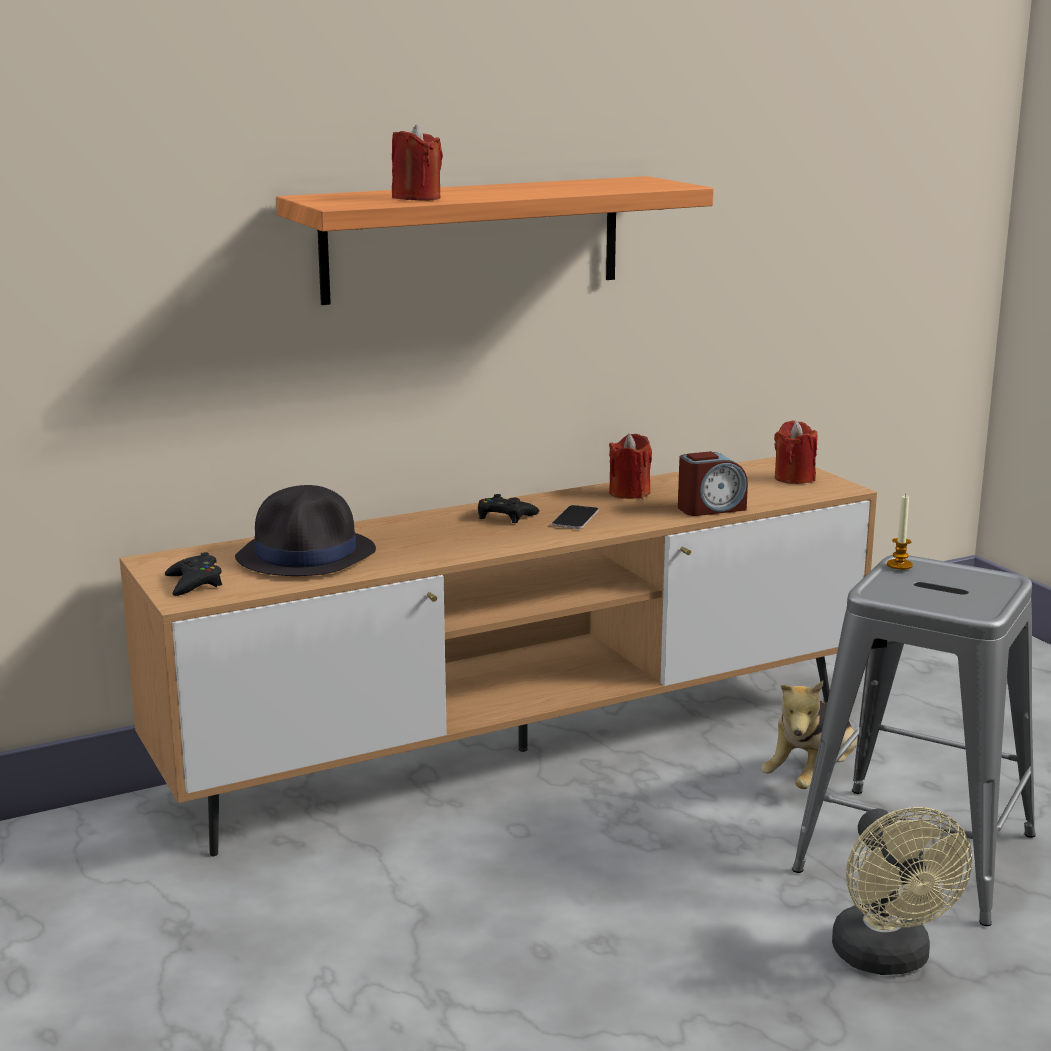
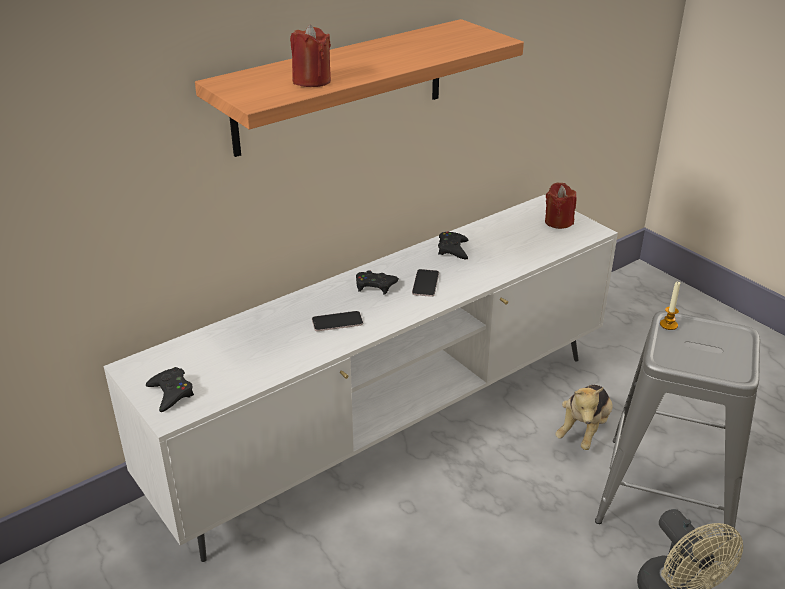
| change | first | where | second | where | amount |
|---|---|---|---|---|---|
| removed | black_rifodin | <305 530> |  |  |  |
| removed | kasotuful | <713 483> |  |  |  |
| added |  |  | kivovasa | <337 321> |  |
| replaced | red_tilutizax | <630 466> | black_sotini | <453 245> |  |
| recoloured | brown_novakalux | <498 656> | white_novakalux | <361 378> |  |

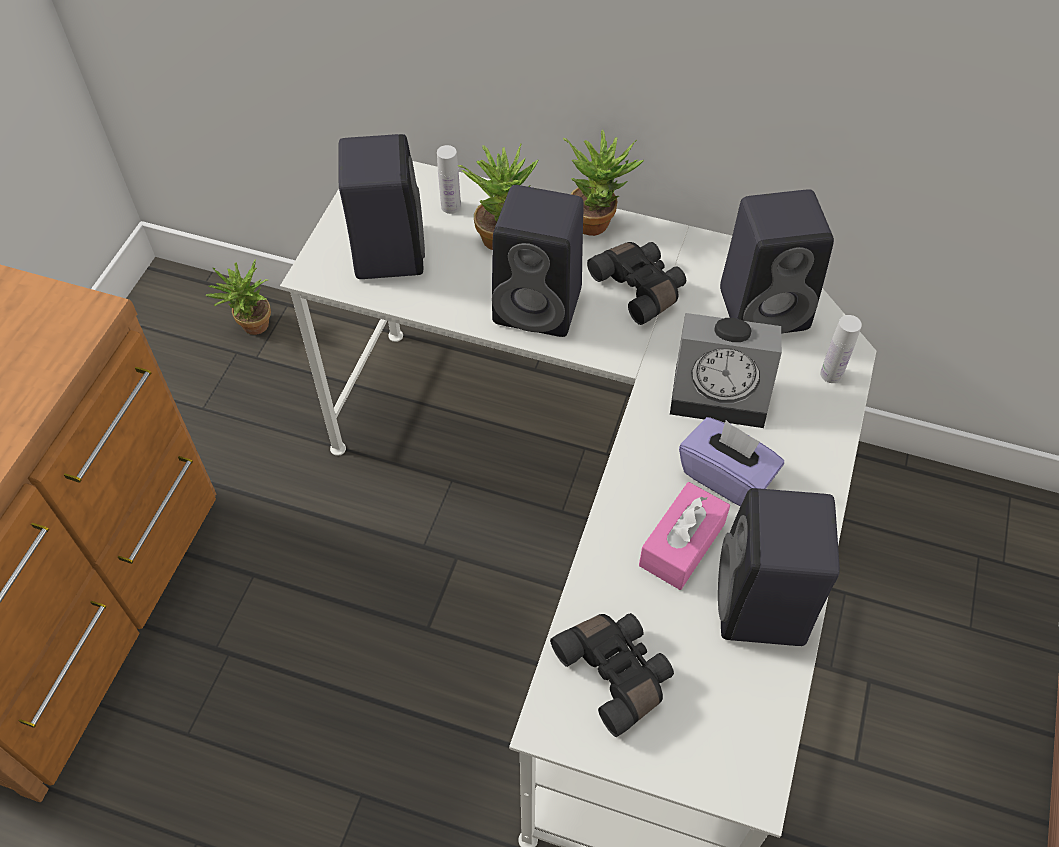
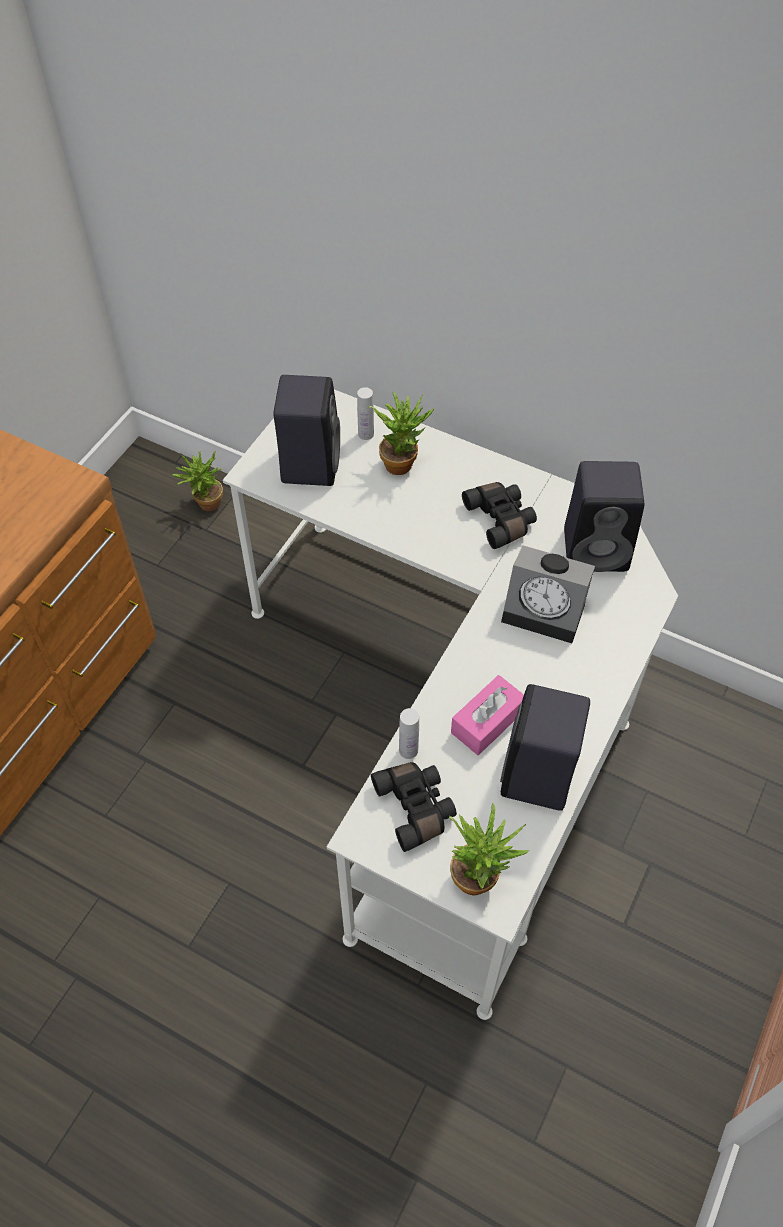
| change | first | where | second | where | amount |
|---|---|---|---|---|---|
| removed | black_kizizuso | <538 261> |  |  |  |
| removed | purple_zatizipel | <731 462> |  |  |  |
| moved | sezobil | <603 183> |  | <489 849> |  |
| moved | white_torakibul | <841 349> |  | <409 733> |  |

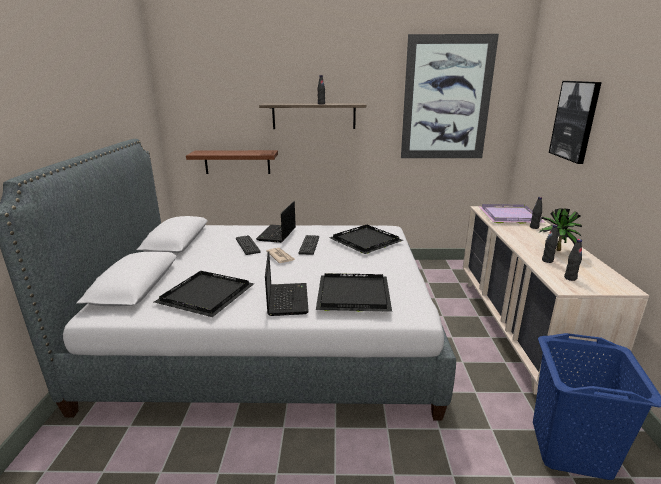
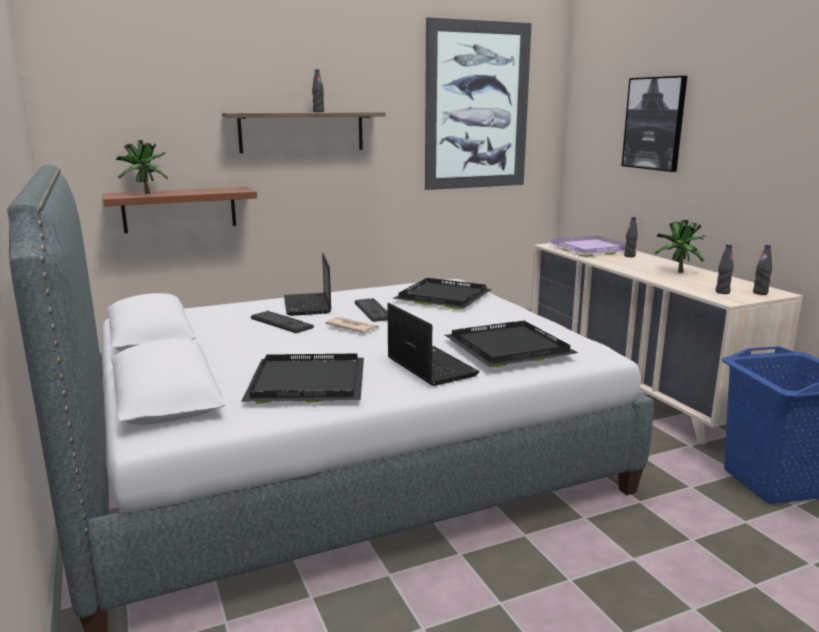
| change | first | where | second | where | amount |
|---|---|---|---|---|---|
| added |  |  | sezobil | <142 167> |  |
| moved | black_torakibul | <550 243> |  | <762 270> |  |

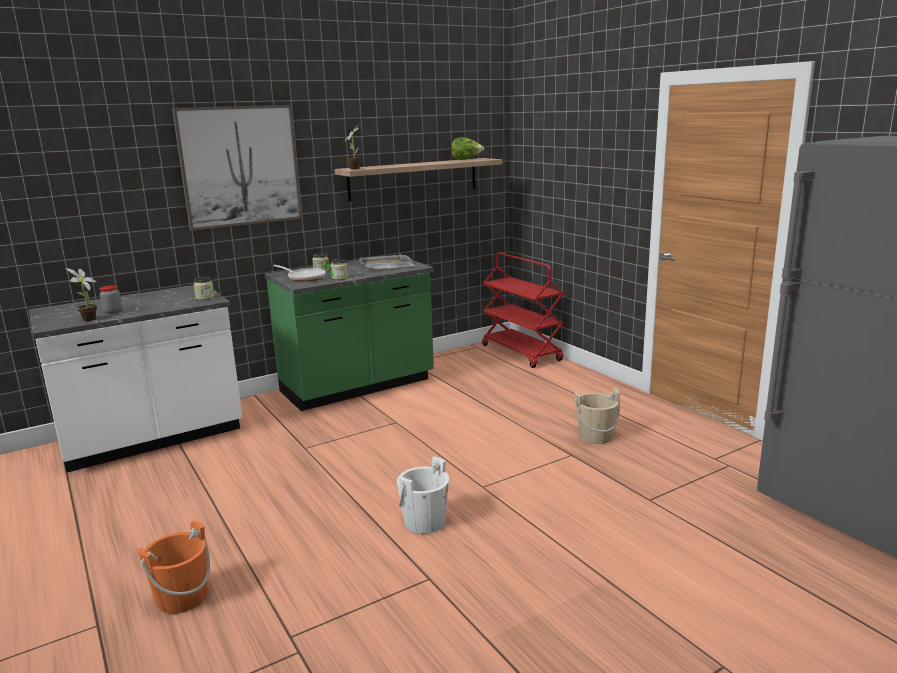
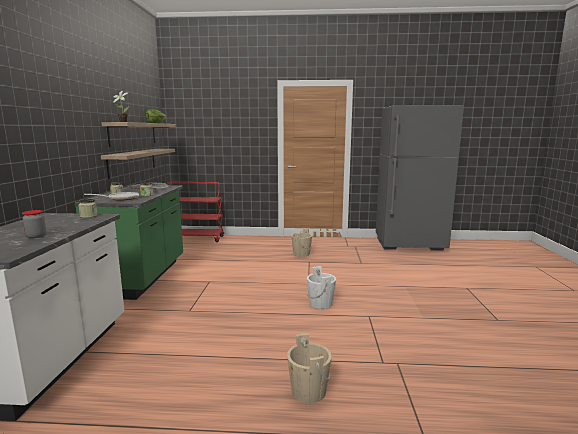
| change | first | where | second | where | amount |
|---|---|---|---|---|---|
| removed | sezobil | <81 294> |  |  |  |
| removed | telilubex | <237 168> |  |  |  |
| added |  |  | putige | <138 164> |  |
| recoloured | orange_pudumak | <173 567> | beige_pudumak | <309 368> |  |

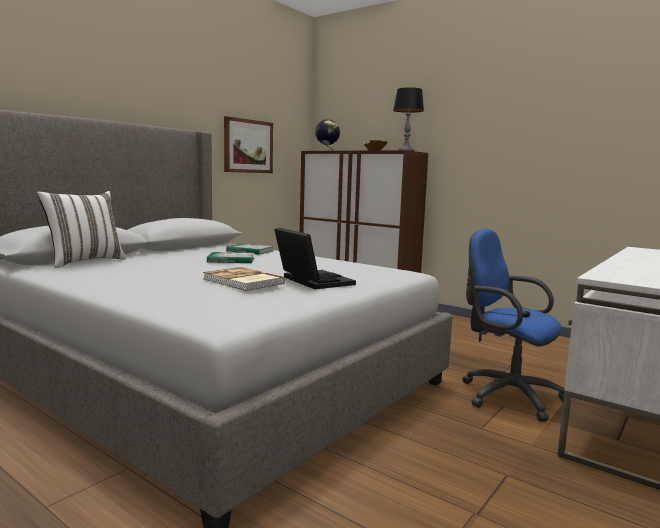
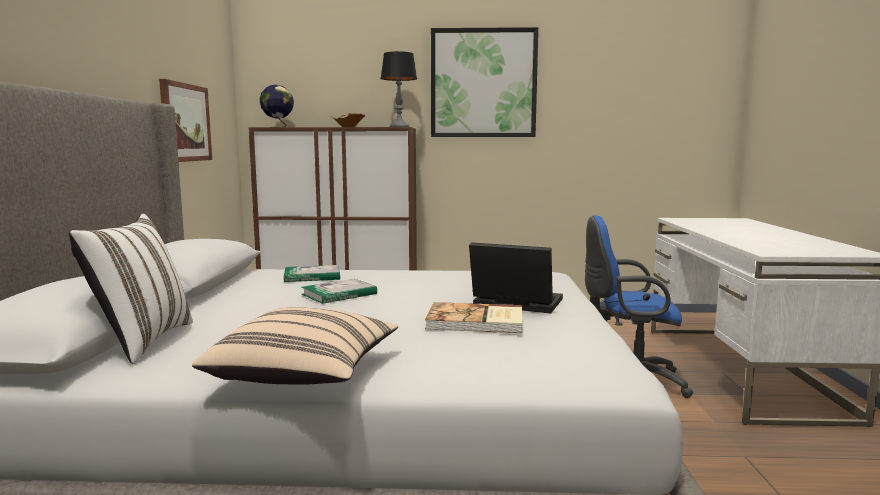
| change | first | where | second | where | amount |
|---|---|---|---|---|---|
| added |  |  | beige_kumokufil | <295 346> |  |
| added |  |  | telilubex | <484 82> |  |

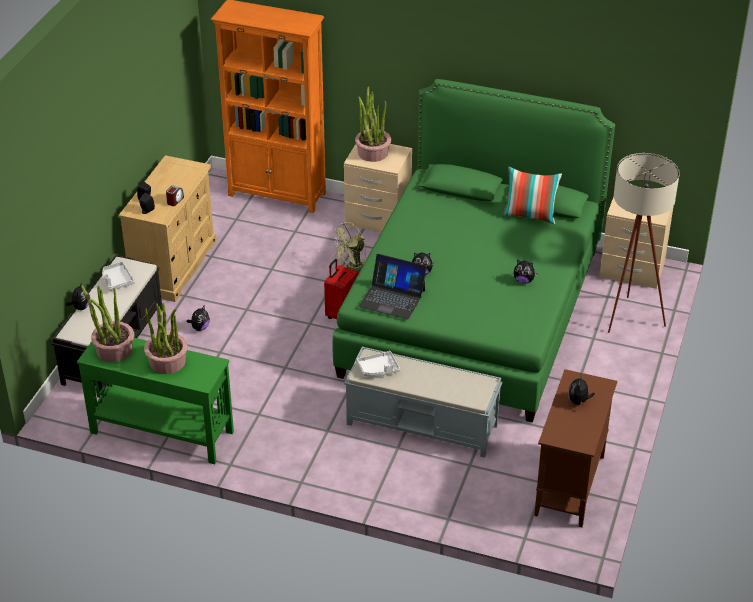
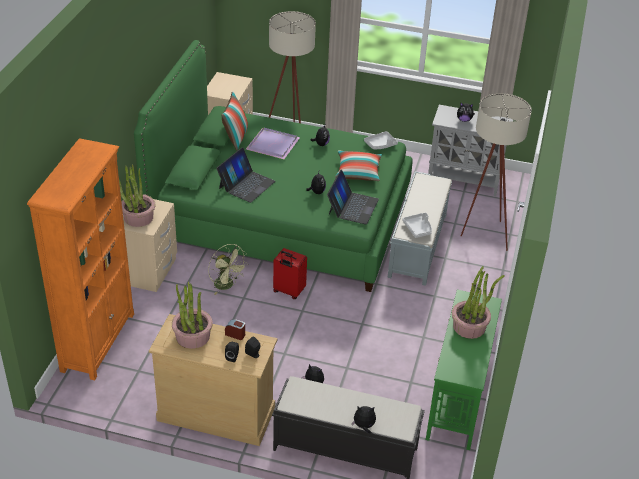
| change | first | where | second | where | amount |
|---|---|---|---|---|---|
| added |  |  | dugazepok | <245 175> |  |
| added |  |  | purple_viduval | <273 143> |  |
| added |  |  | kumokufil | <358 165> |  |
| added |  |  | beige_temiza | <496 172> |  |
| moved | sezobil | <107 323> |  | <192 315> |  |
| moved | grey_viduval | <118 276> |  | <381 140> |  |
| recoloured | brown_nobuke | <575 448> | grey_nobuke | <470 151> |  |

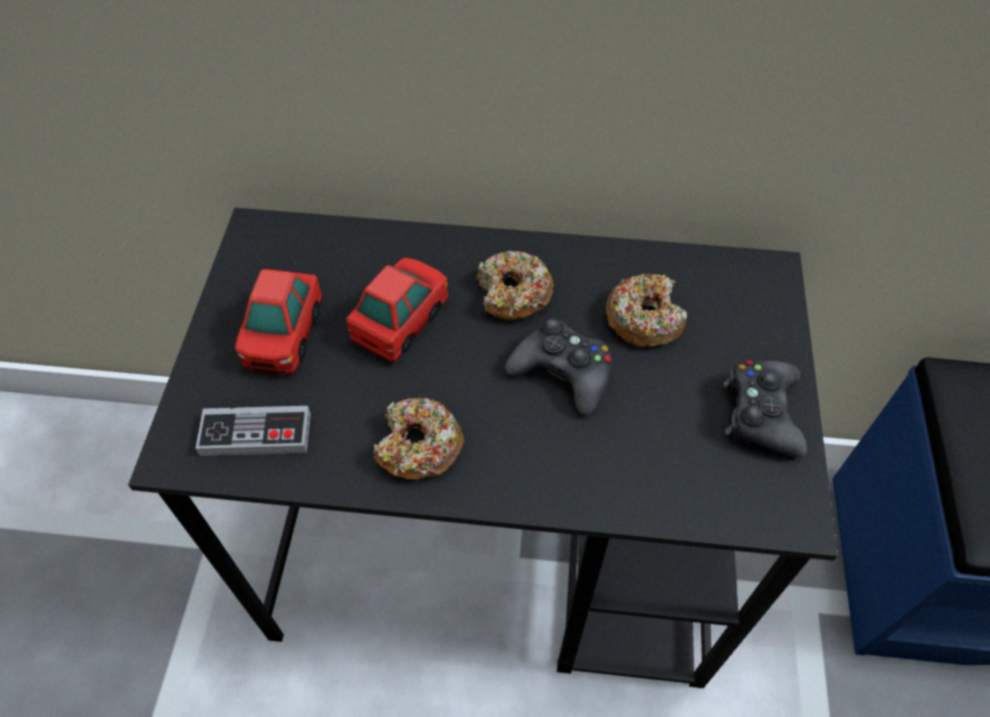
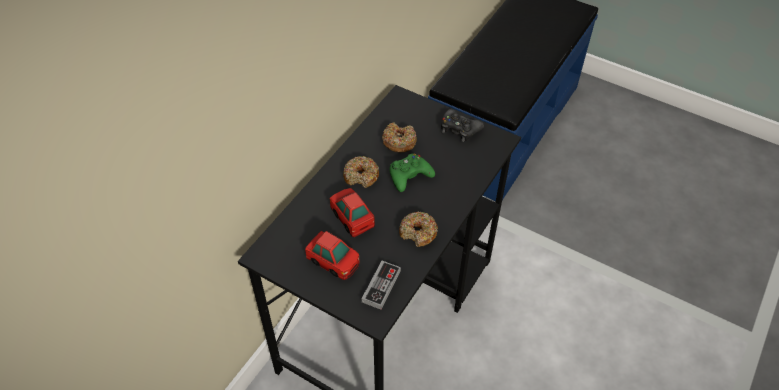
| change | first | where | second | where | amount |
|---|---|---|---|---|---|
| recoloured | black_sotini | <558 366> | green_sotini | <412 173> |  |

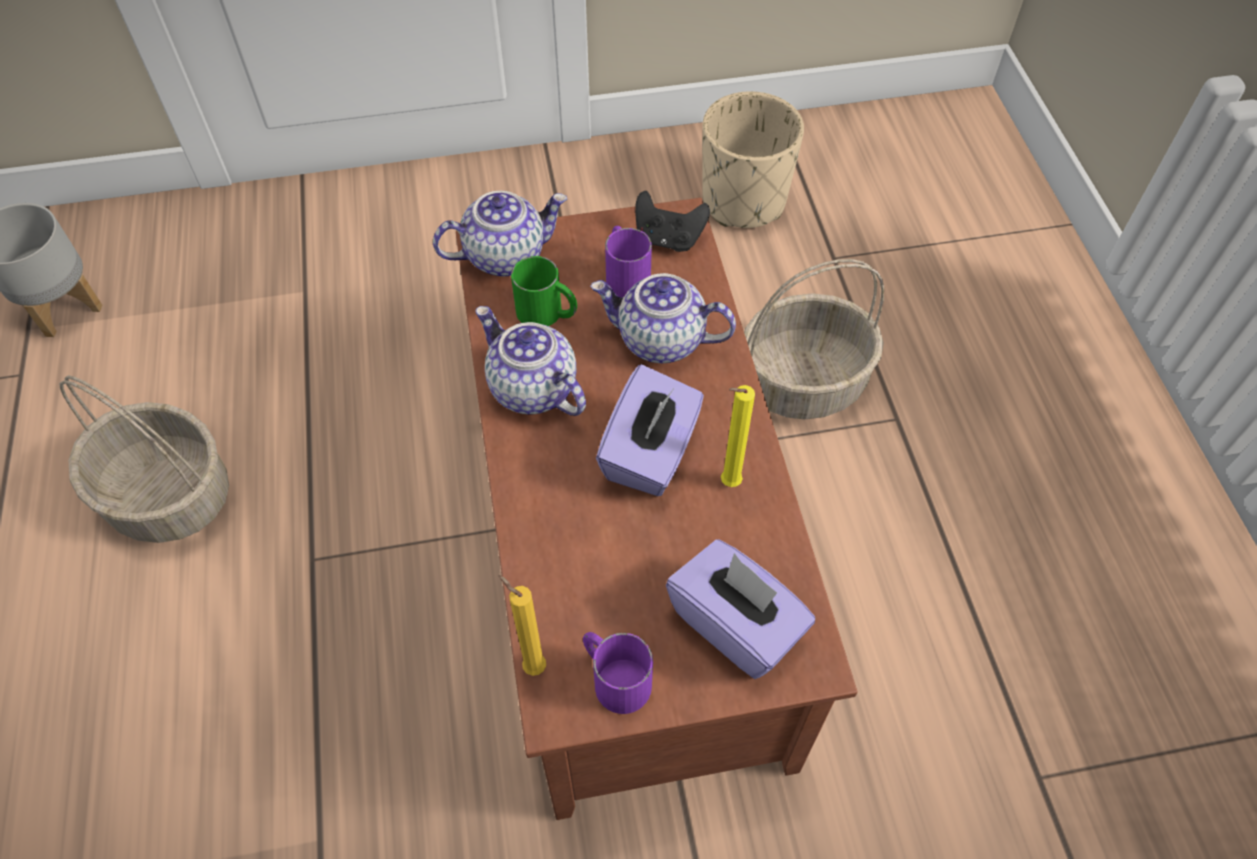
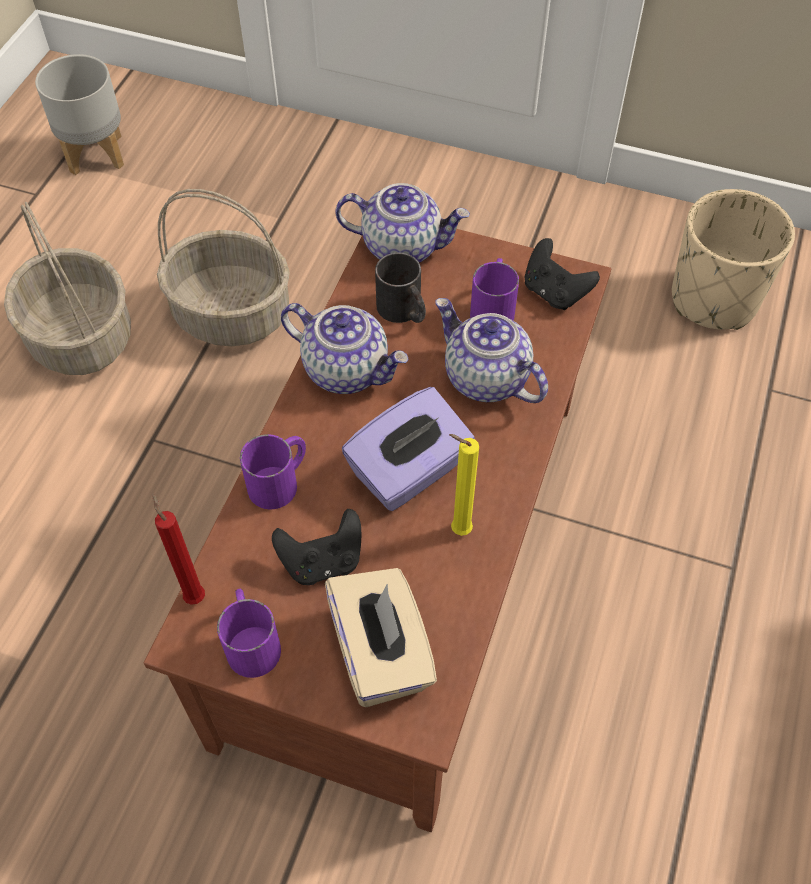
| change | first | where | second | where | amount |
|---|---|---|---|---|---|
| added |  |  | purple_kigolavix | <273 472> |  |
| added |  |  | black_sotini | <317 547> |  |
| moved | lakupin | <814 339> |  | <223 267> |  |
| recoloured | yellow_tilutizax | <522 625> | red_tilutizax | <178 549> |  |
| recoloured | green_kigolavix | <544 291> | black_kigolavix | <400 288> |  |
| recoloured | purple_zatizipel | <740 609> | beige_zatizipel | <381 637> |  |
| turned | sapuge | <531 361> |  | <345 348> | 135 degrees clockwise |

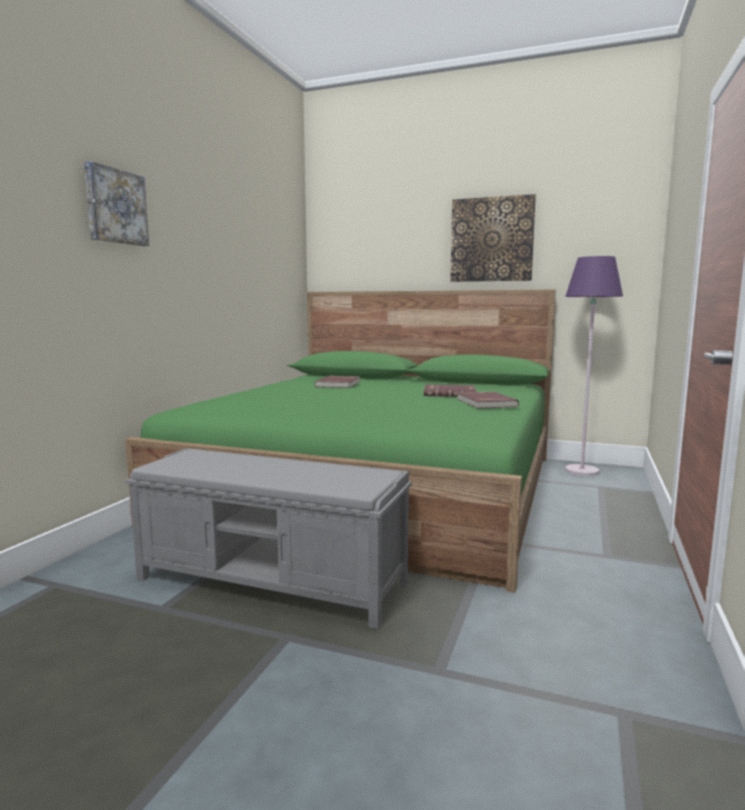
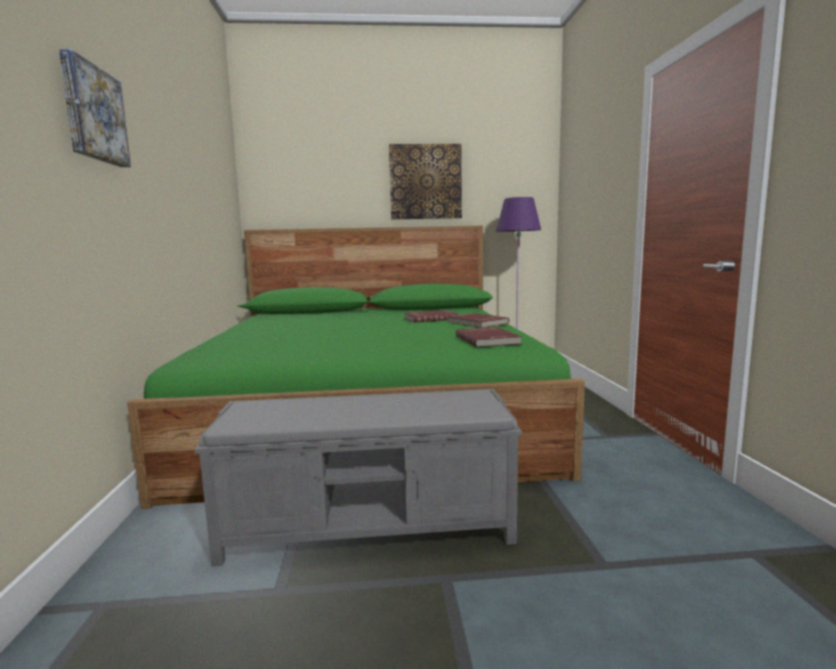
| change | first | where | second | where | amount |
|---|---|---|---|---|---|
| moved | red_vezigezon | <337 382> |  | <489 337> |  |

